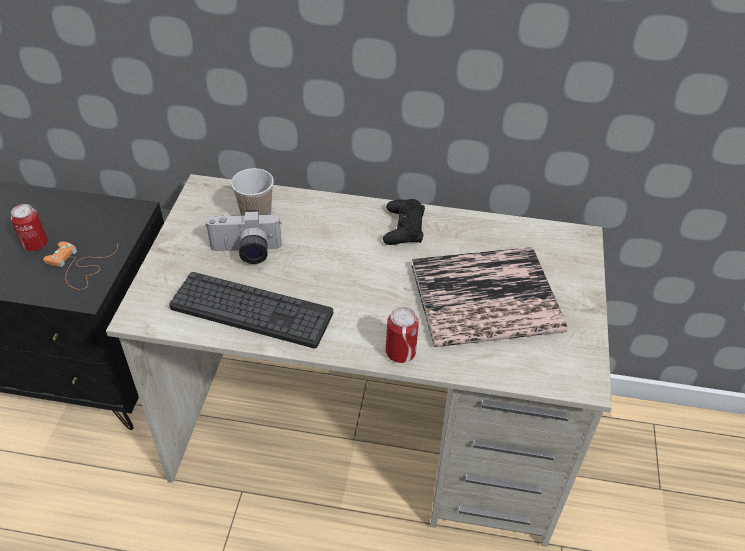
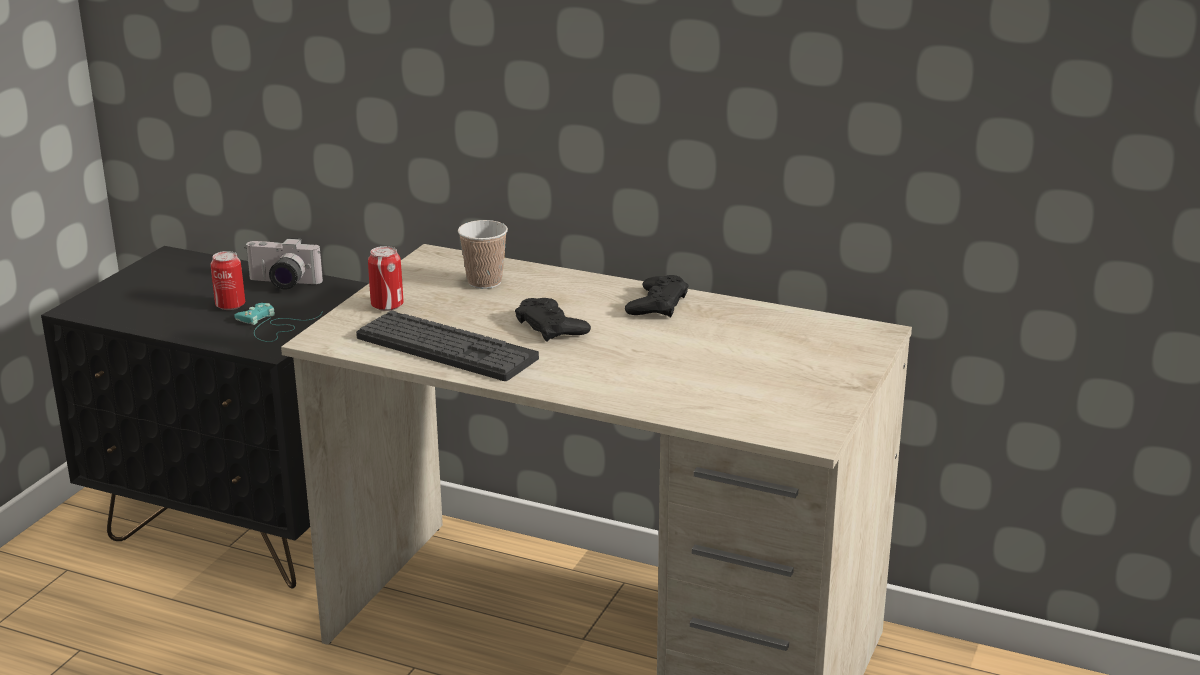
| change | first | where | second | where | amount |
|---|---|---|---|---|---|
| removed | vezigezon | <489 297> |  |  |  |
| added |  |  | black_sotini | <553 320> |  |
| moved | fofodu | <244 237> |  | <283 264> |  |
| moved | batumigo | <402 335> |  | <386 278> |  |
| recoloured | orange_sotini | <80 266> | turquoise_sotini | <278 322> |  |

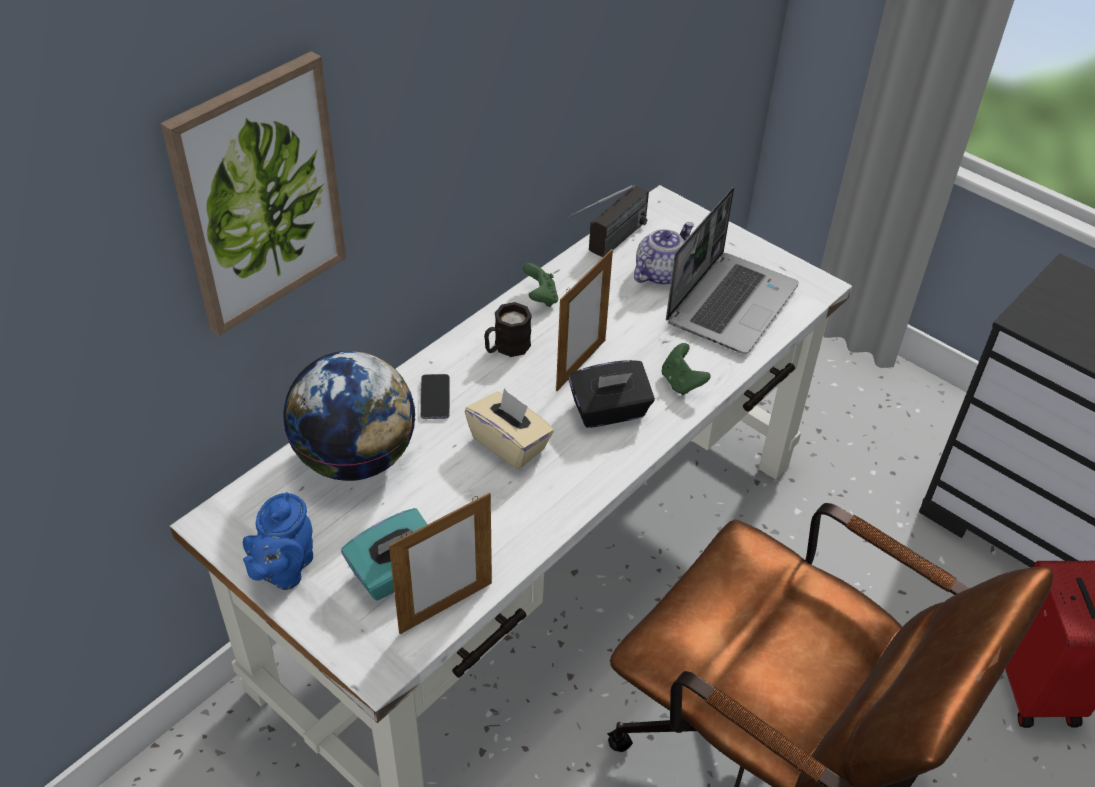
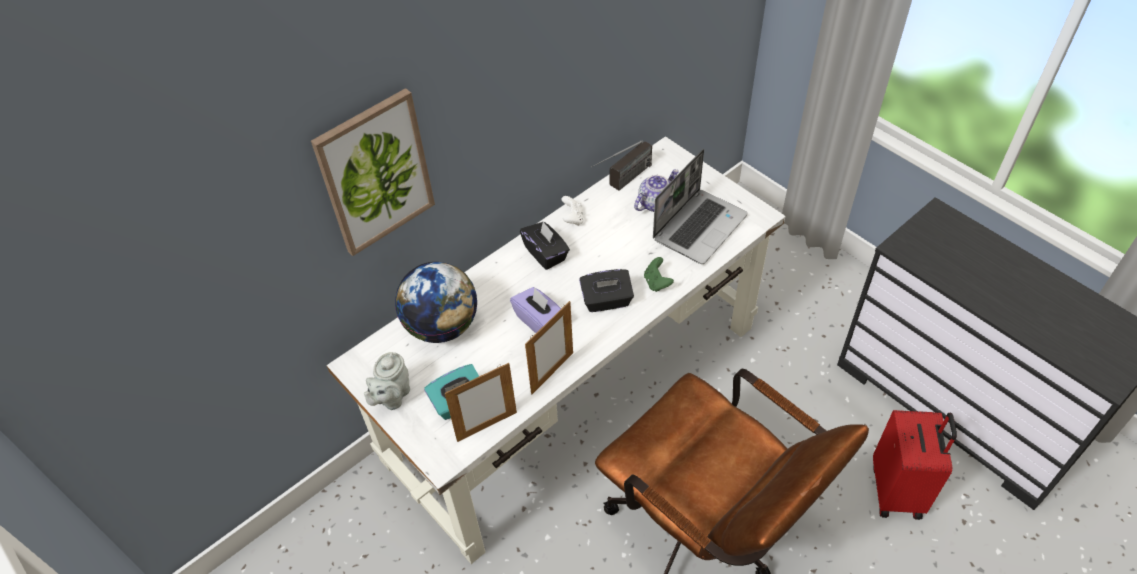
| change | first | where | second | where | amount |
|---|---|---|---|---|---|
| removed | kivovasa | <435 396> |  |  |  |
| moved | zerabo | <584 320> |  | <549 347> |  |
| replaced | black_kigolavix | <508 329> | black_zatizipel | <545 245> |  |
| recoloured | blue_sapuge | <278 541> | grey_sapuge | <387 381> |  |
| recoloured | beige_zatizipel | <509 428> | purple_zatizipel | <535 310> |  |
| recoloured | green_sotini | <540 285> | white_sotini | <572 211> |  |

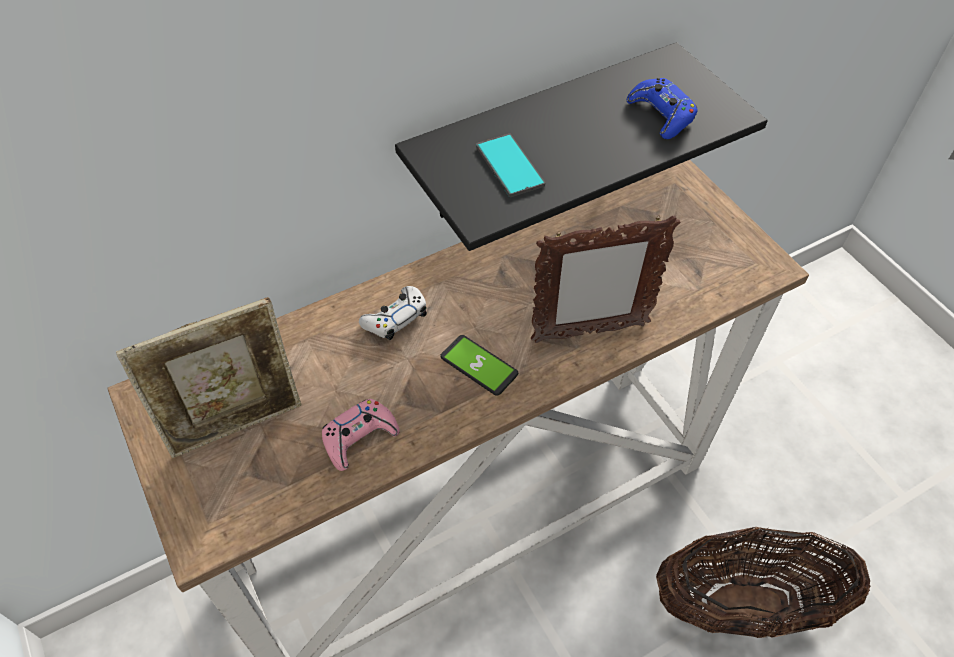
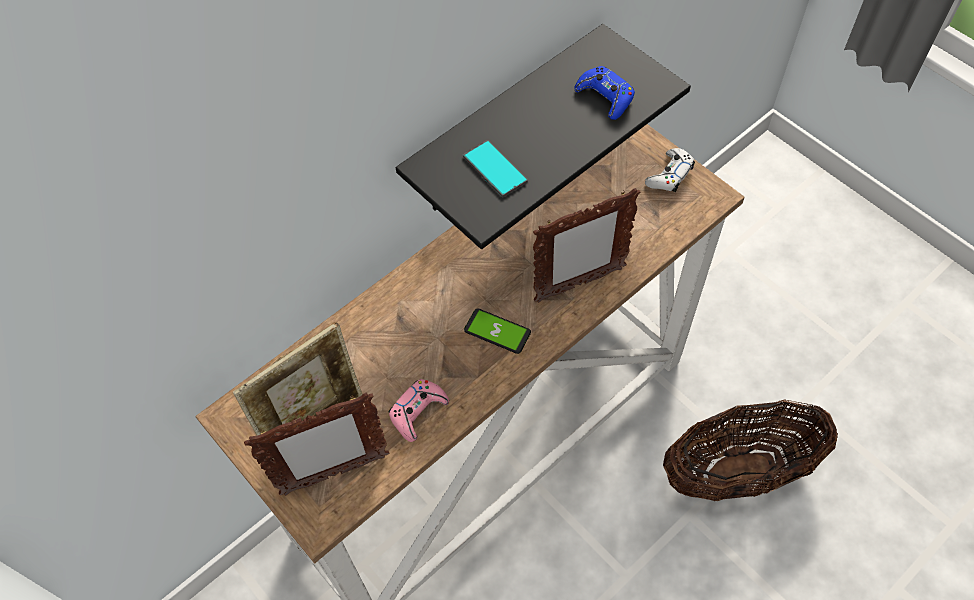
| change | first | where | second | where | amount |
|---|---|---|---|---|---|
| added |  |  | zerabo | <316 444> |  |
| moved | white_sotini | <393 313> |  | <670 170> |  |

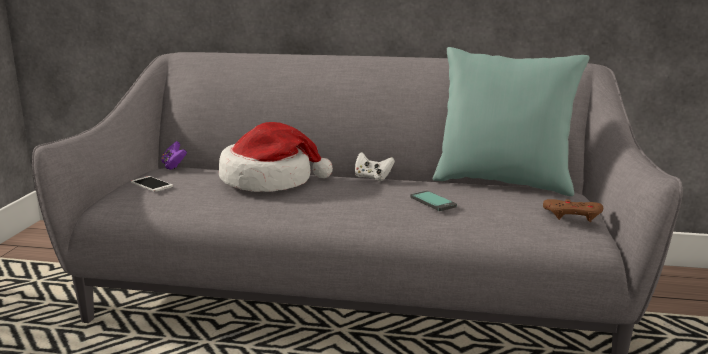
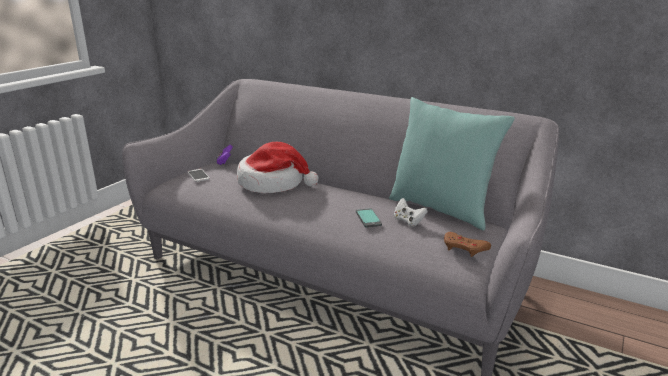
| change | first | where | second | where | amount |
|---|---|---|---|---|---|
| moved | white_sotini | <375 166> |  | <411 212> |  |

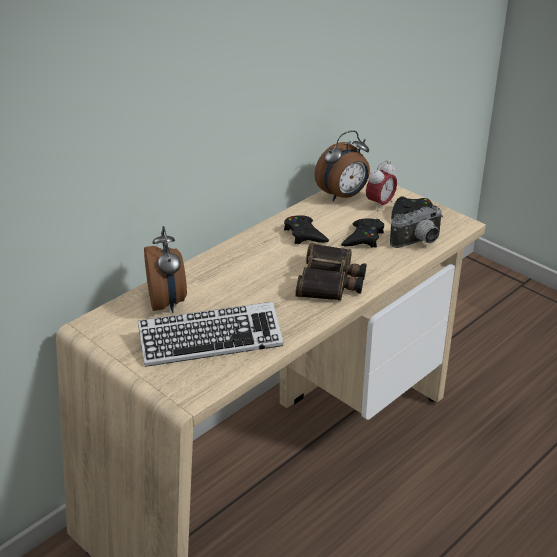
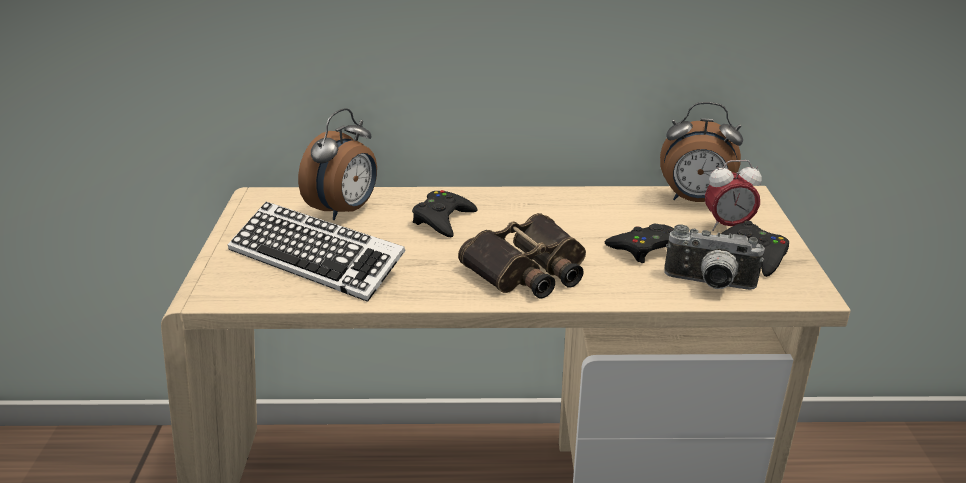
| change | first | where | second | where | amount |
|---|---|---|---|---|---|
| moved | black_sotini | <306 229> |  | <445 213> |  |

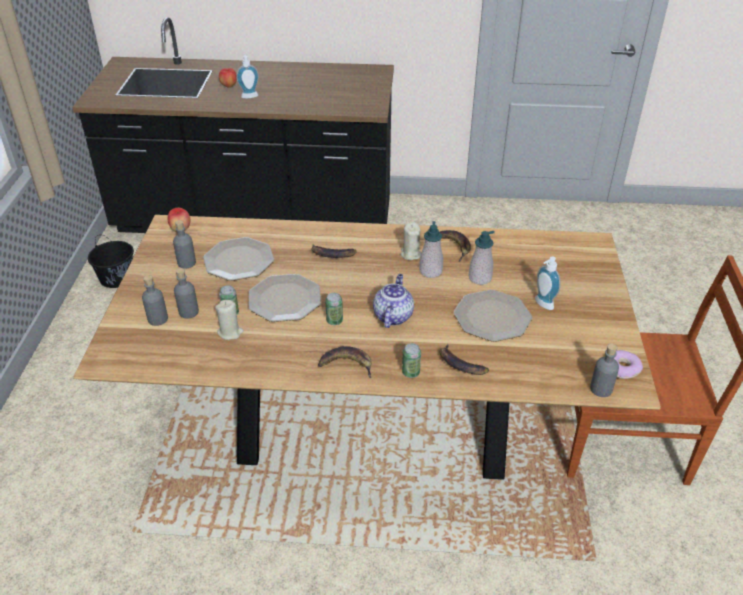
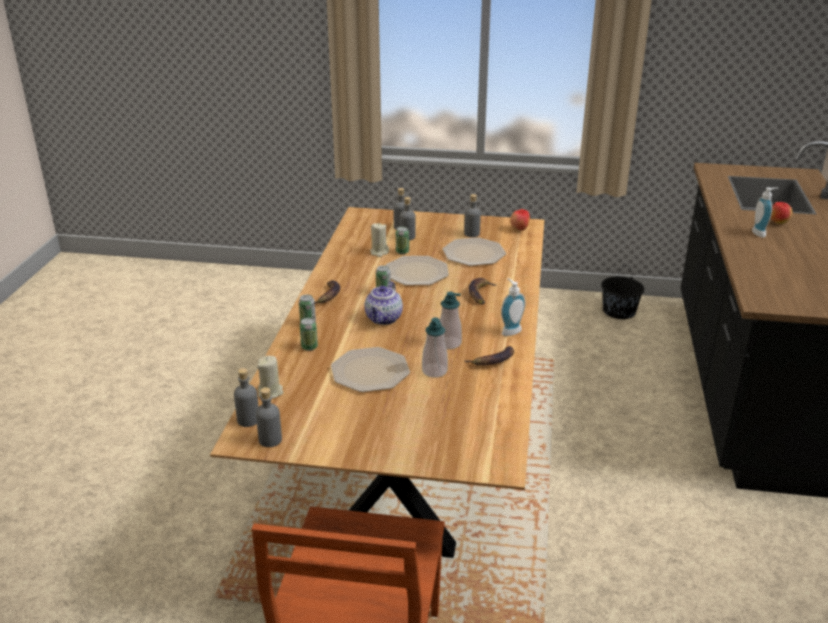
| change | first | where | second | where | amount |
|---|---|---|---|---|---|
| moved | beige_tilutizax | <411 241> |  | <270 377> |  |
| moved | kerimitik | <548 283> |  | <513 307> |  |
| replaced | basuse | <464 359> | batumigo | <309 334> |  |
| replaced | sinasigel | <628 364> | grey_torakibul | <269 417> |  |
| turned | sapuge | <393 301> |  | <384 303> | 90 degrees clockwise |

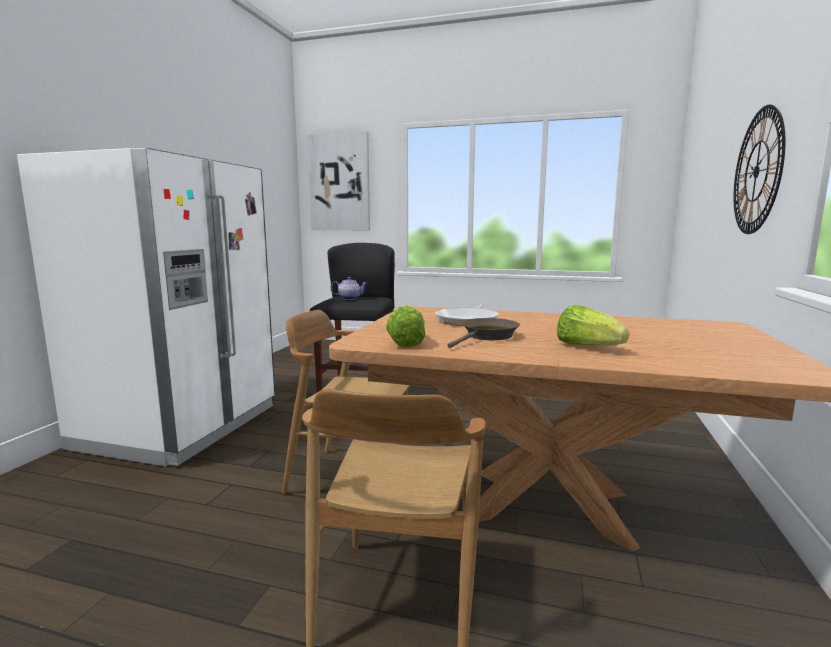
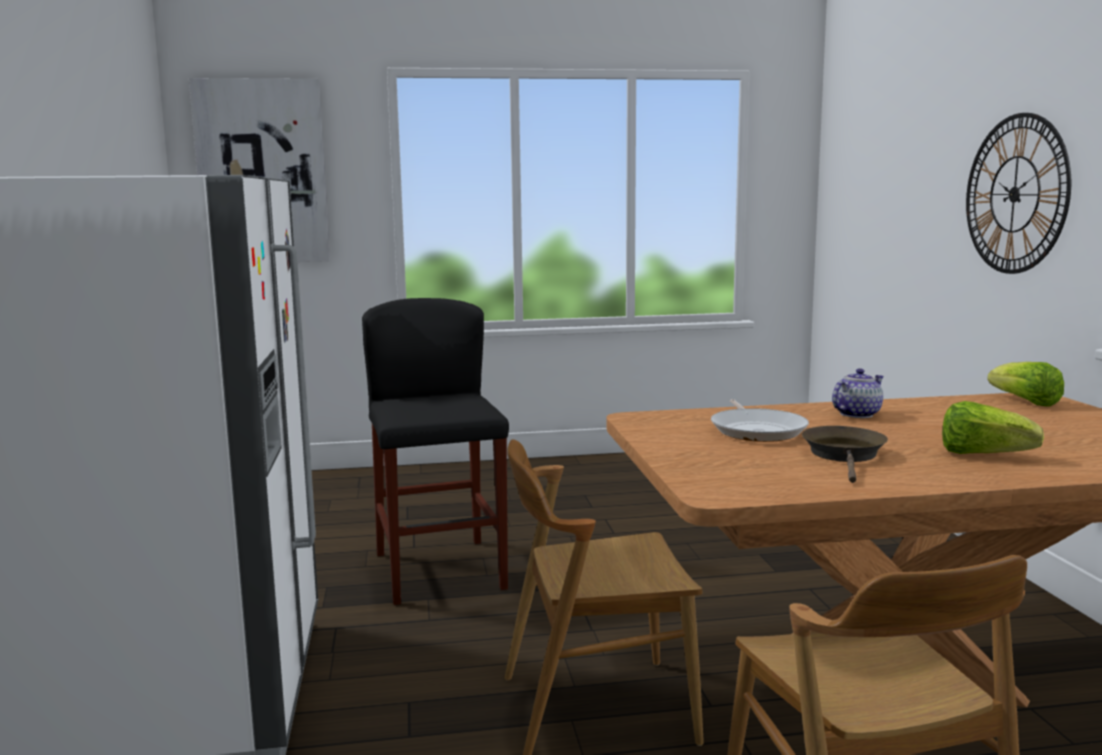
| change | first | where | second | where | amount |
|---|---|---|---|---|---|
| moved | sapuge | <349 288> |  | <858 393> |  |
| moved | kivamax | <406 326> |  | <1025 384> |  |

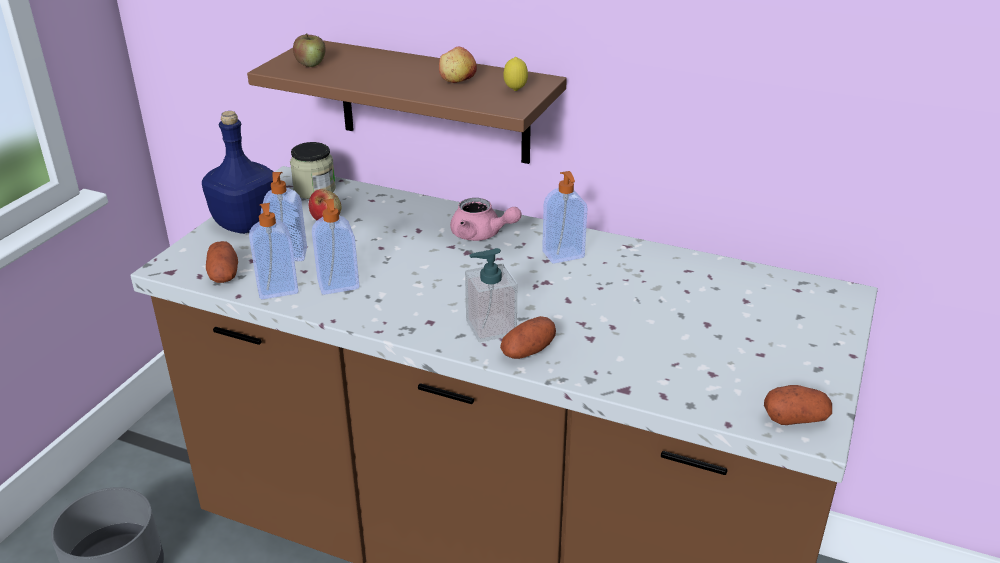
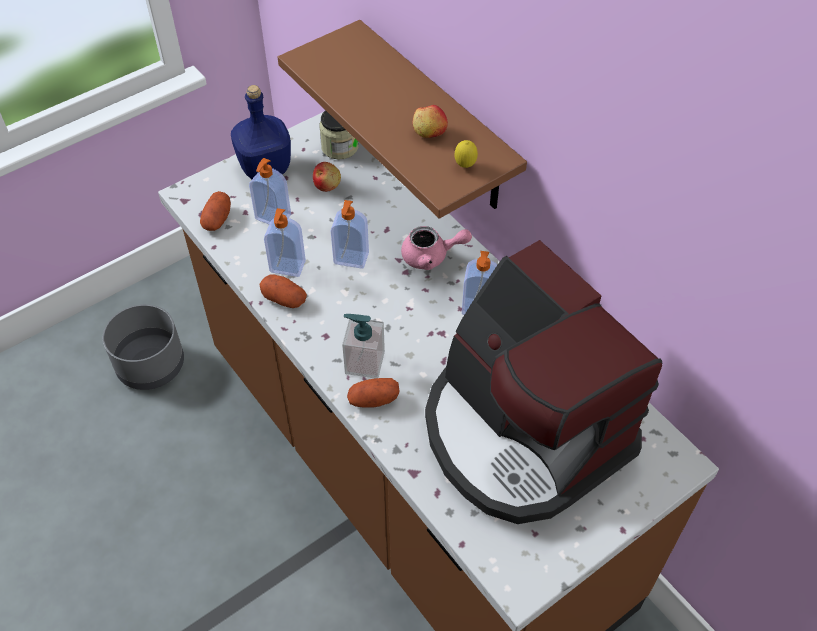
| change | first | where | second | where | amount |
|---|---|---|---|---|---|
| removed | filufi | <309 50> |  |  |  |
| added |  |  | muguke | <543 382> |  |
| moved | kerimitik | <273 251> |  | <350 234> |  |
| moved | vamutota | <798 405> |  | <283 291> |  |
| turned | pink_sapuge | <486 219> |  | <436 248> | 60 degrees counterclockwise |

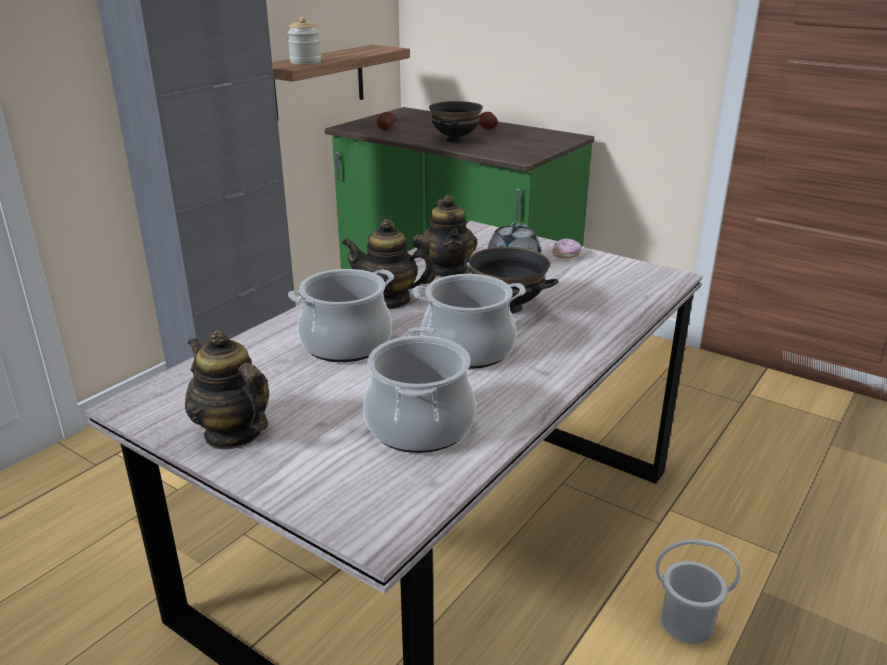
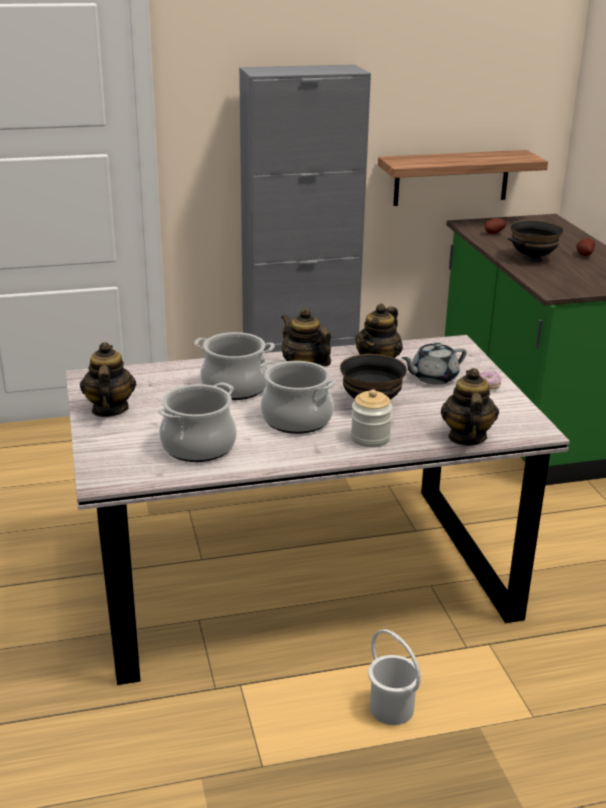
| change | first | where | second | where | amount |
|---|---|---|---|---|---|
| added |  |  | sapuge | <470 407> |  |
| moved | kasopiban | <304 40> |  | <371 418> |  |

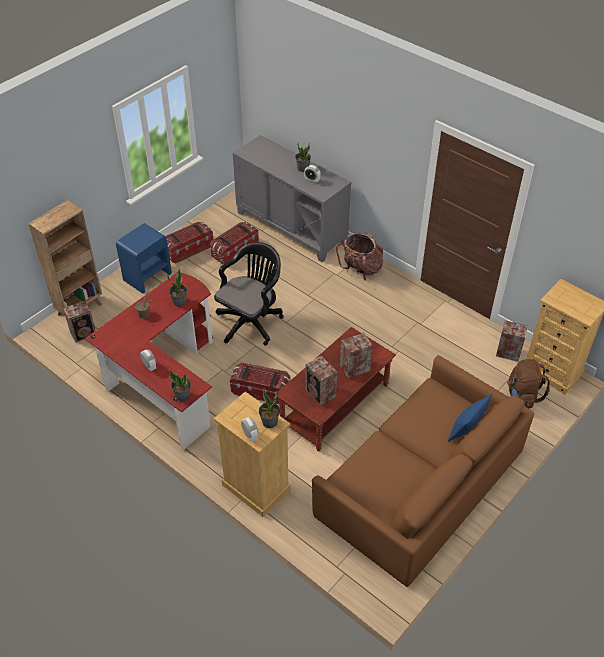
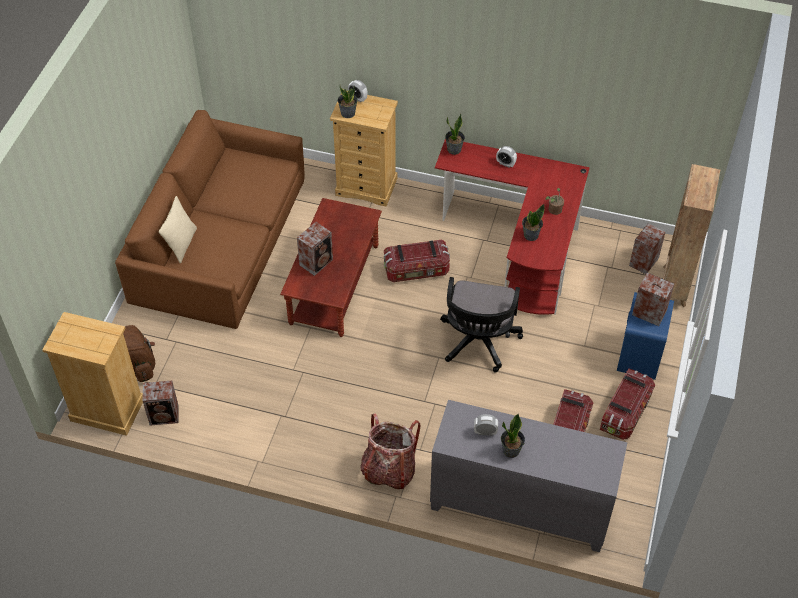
| change | first | where | second | where | amount |
|---|---|---|---|---|---|
| moved | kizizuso | <321 381> |  | <653 299> |  |
| recoloured | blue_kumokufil | <470 418> | beige_kumokufil | <178 229> |  |

